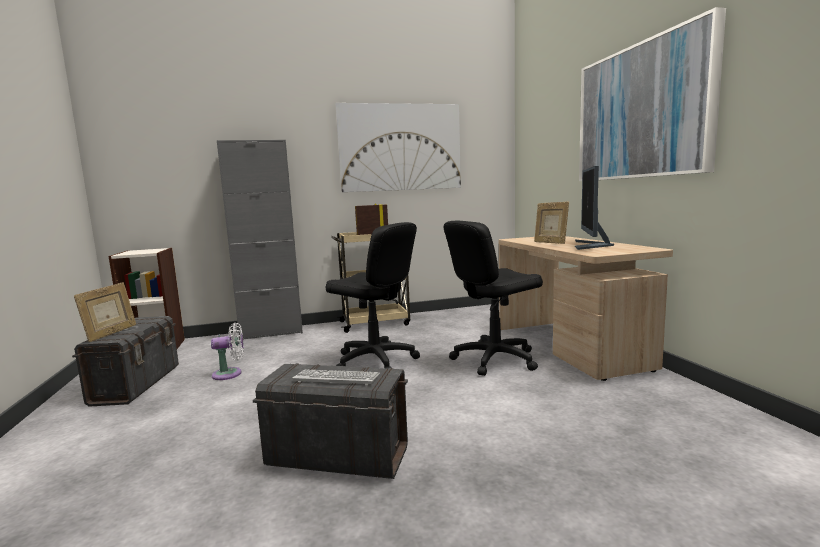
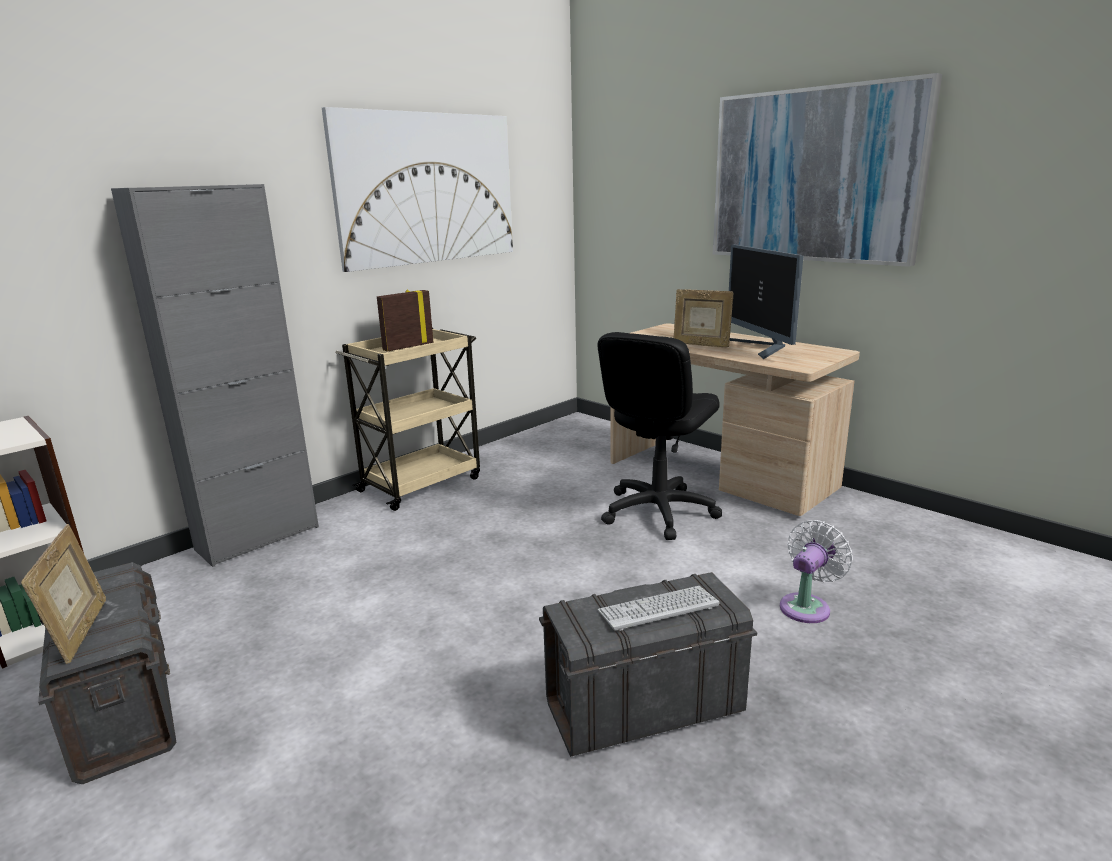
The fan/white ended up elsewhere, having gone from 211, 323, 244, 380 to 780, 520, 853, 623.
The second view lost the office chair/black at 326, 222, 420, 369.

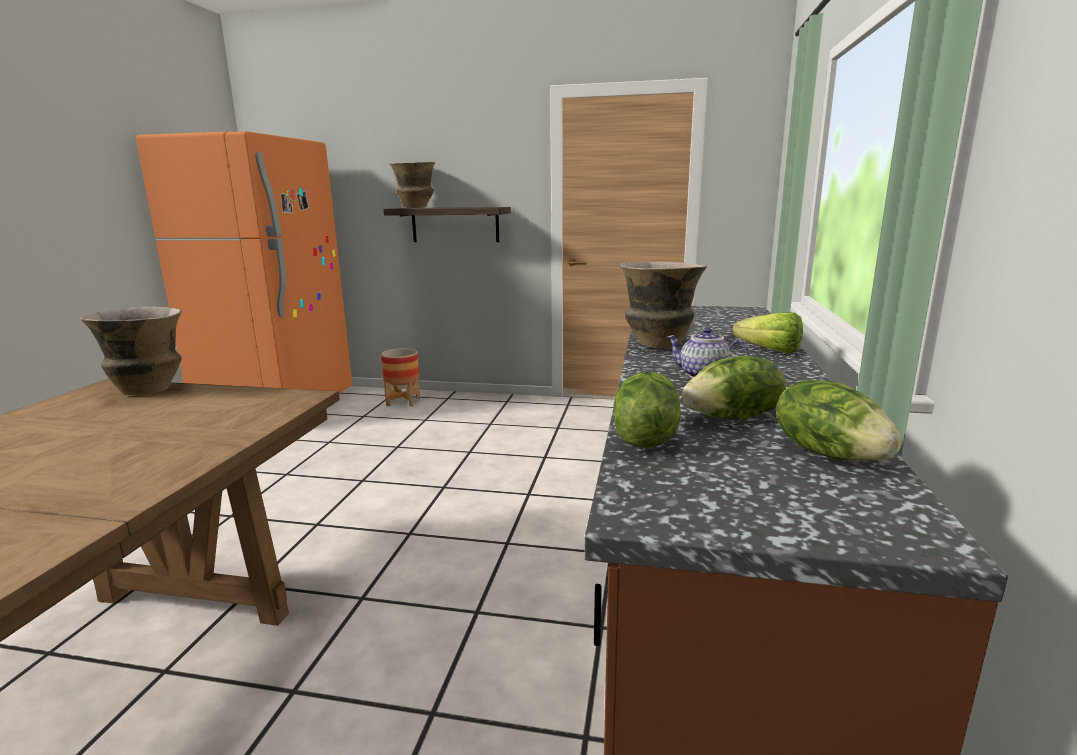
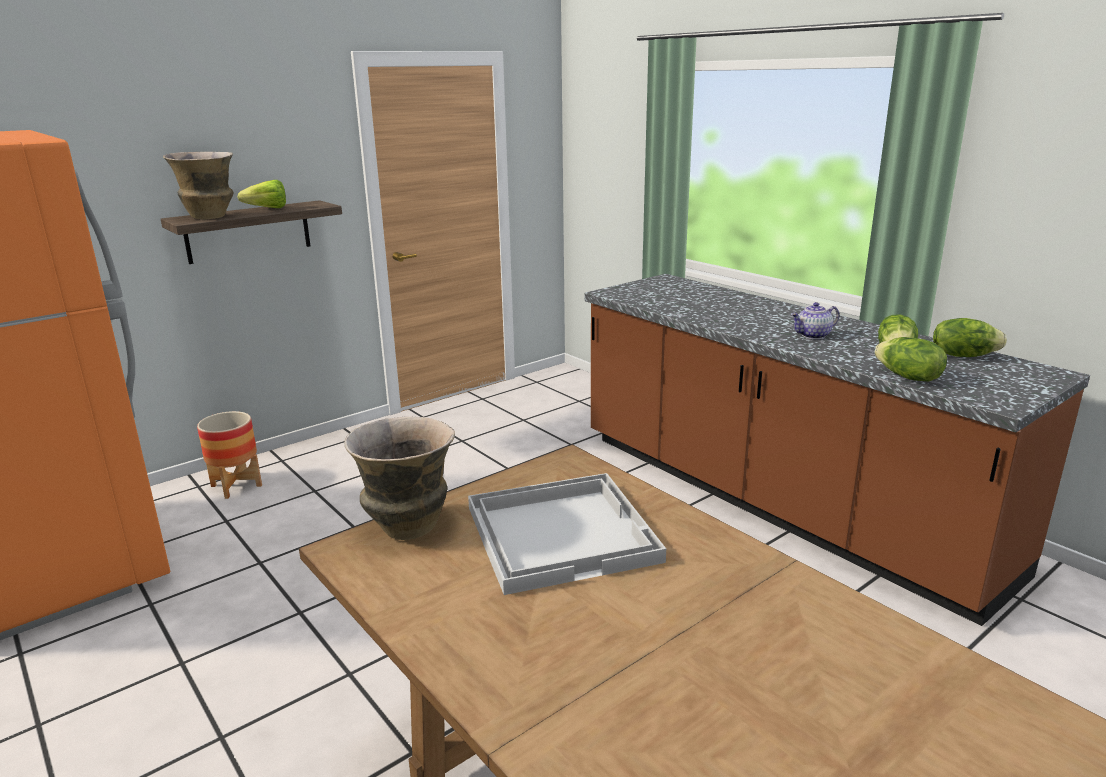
The lettuce ended up elsewhere, having gone from 732, 312, 803, 354 to 238, 180, 286, 208.
The second view gained the tray/white at 468, 473, 666, 595.
The second view lost the vase at 620, 262, 707, 348.

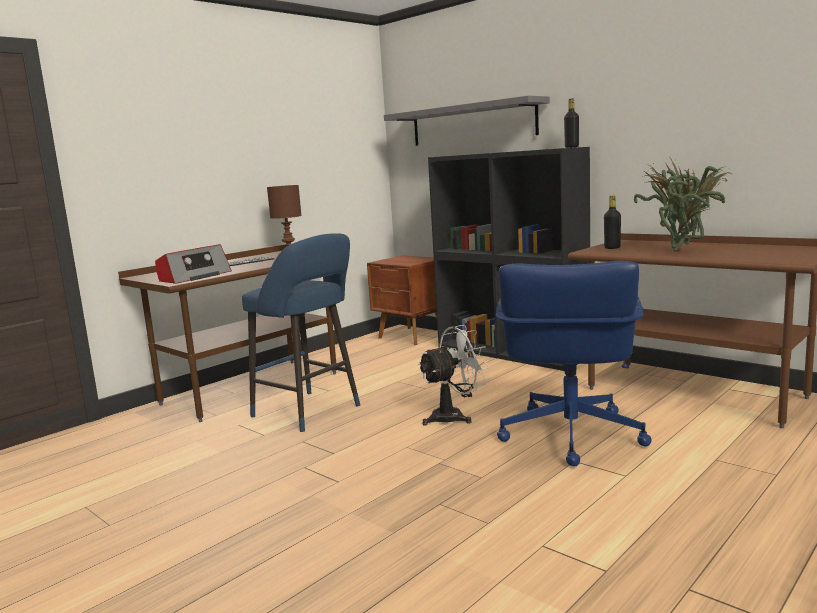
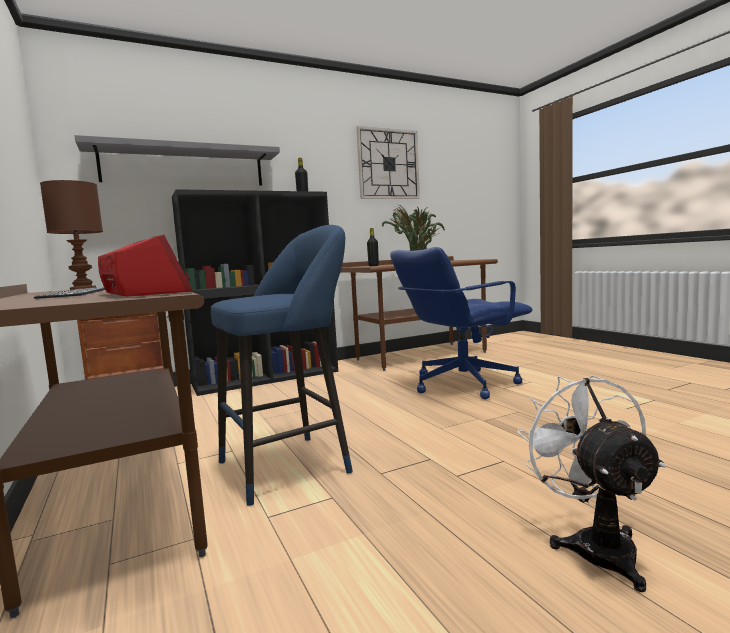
The second view gained the wall clock at 356, 126, 420, 199.
The office chair/blue at 496, 261, 652, 466 ended up facing another way, 120 degrees clockwise from before.
The fan/white ended up elsewhere, having gone from 418, 325, 490, 426 to 517, 375, 666, 592.

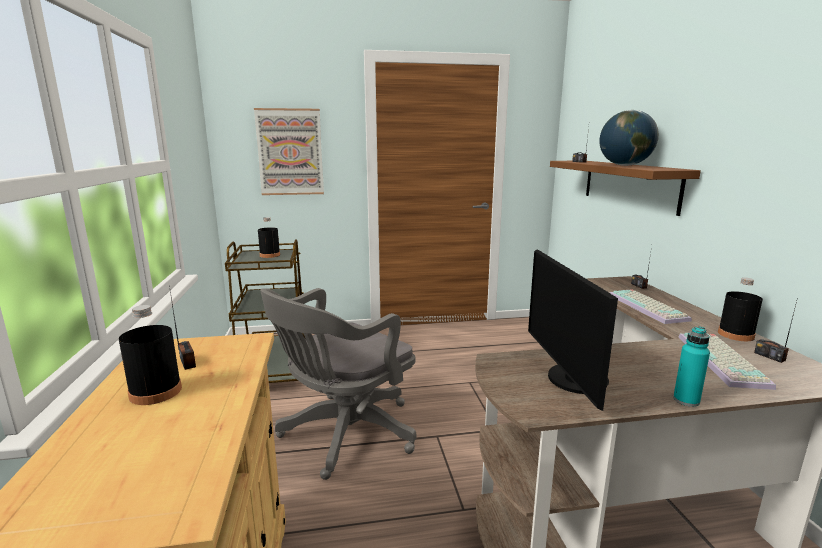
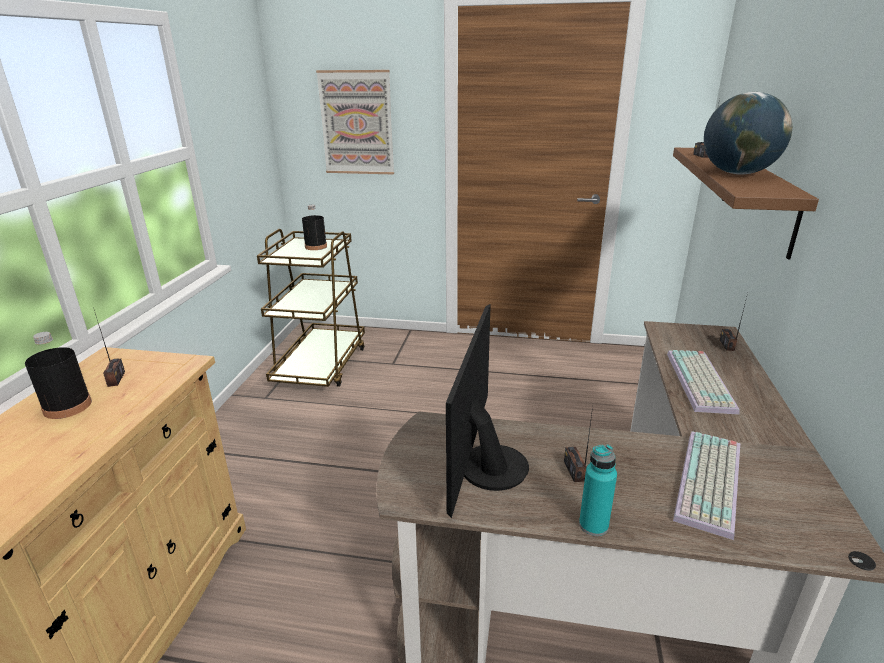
The radio ended up elsewhere, having gone from 754, 297, 798, 363 to 564, 407, 593, 482.
The second view lost the office chair/grey at 260, 288, 417, 480.
The second view lost the bottle/black at 718, 278, 763, 341.

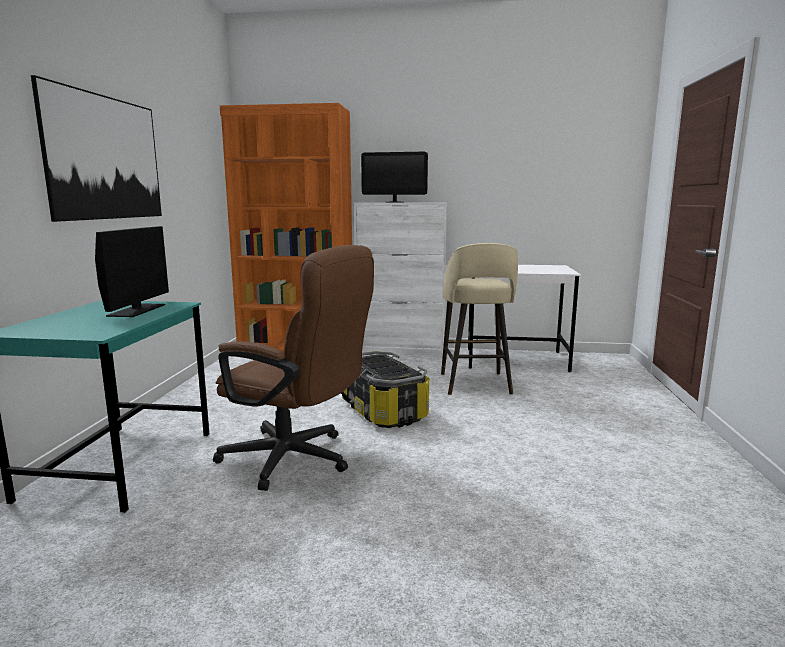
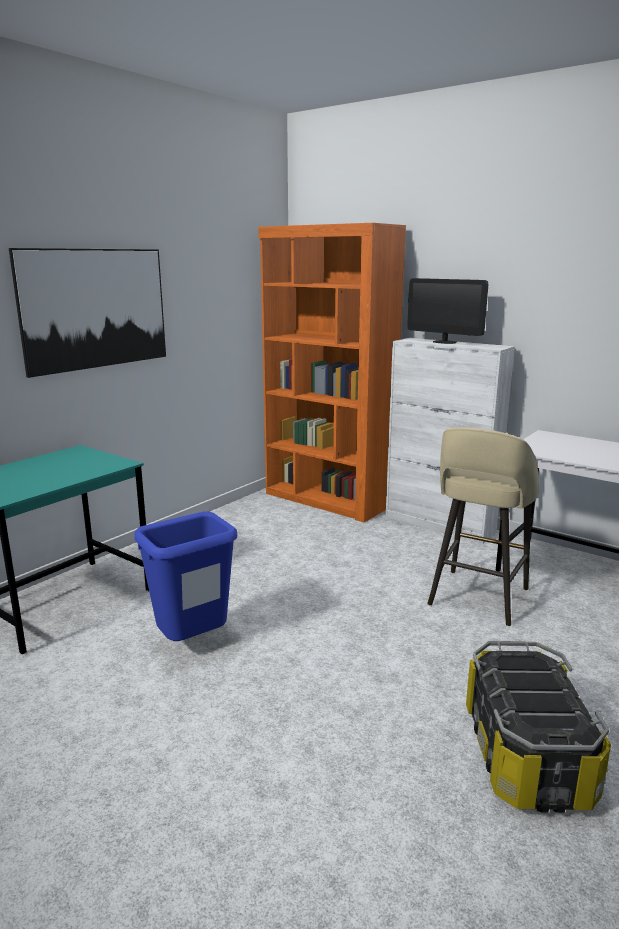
Where the office chair/brown stood at 213, 245, 374, 491, the trash can/blue came to stand at 134, 511, 237, 641.
The storage box ended up elsewhere, having gone from 342, 351, 429, 428 to 466, 641, 611, 813.
The second view lost the monitor at 95, 226, 169, 317.

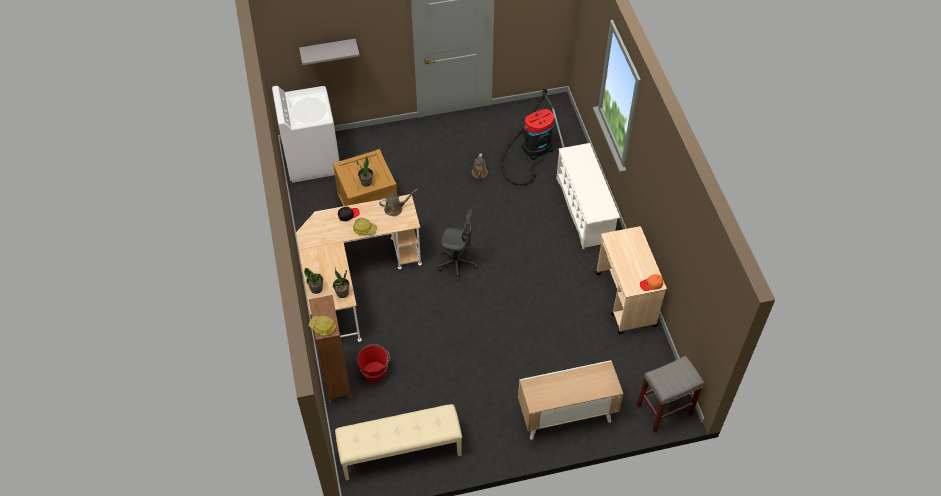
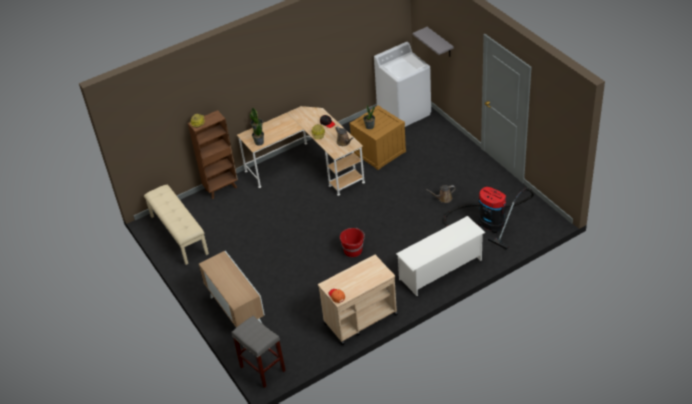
The bucket/red ended up elsewhere, having gone from 357, 344, 390, 382 to 340, 228, 365, 257.
The second view lost the office chair/grey at 438, 209, 477, 280.

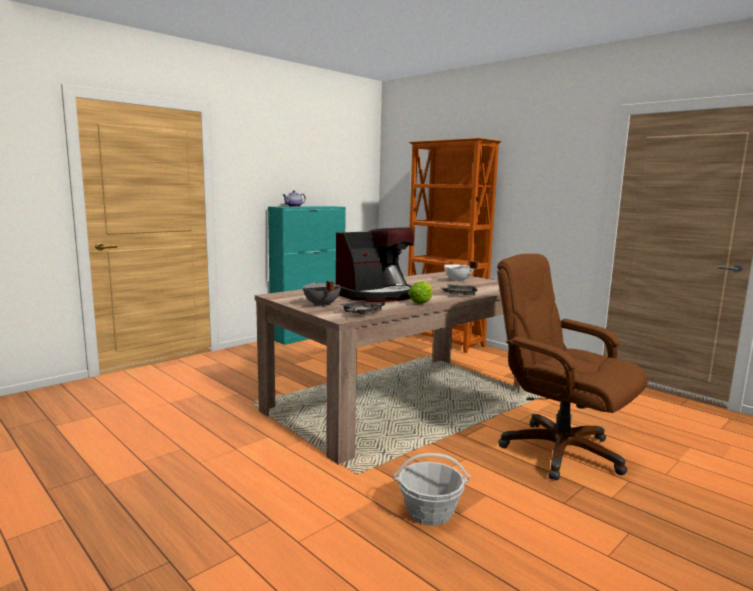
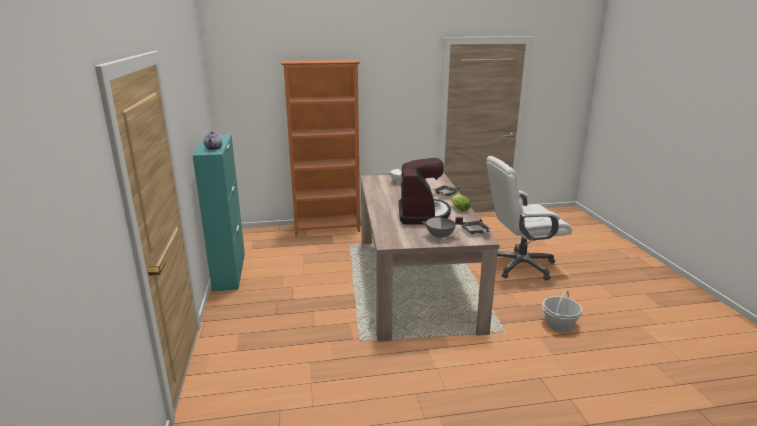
What was the office chair/brown at 497, 254, 648, 480 turned into the office chair/white at 486, 156, 572, 280.

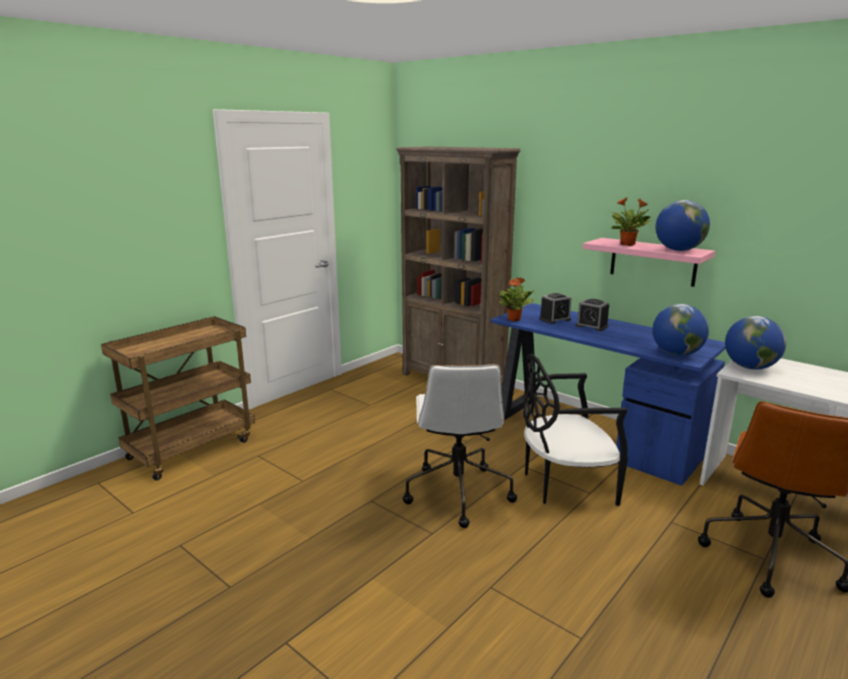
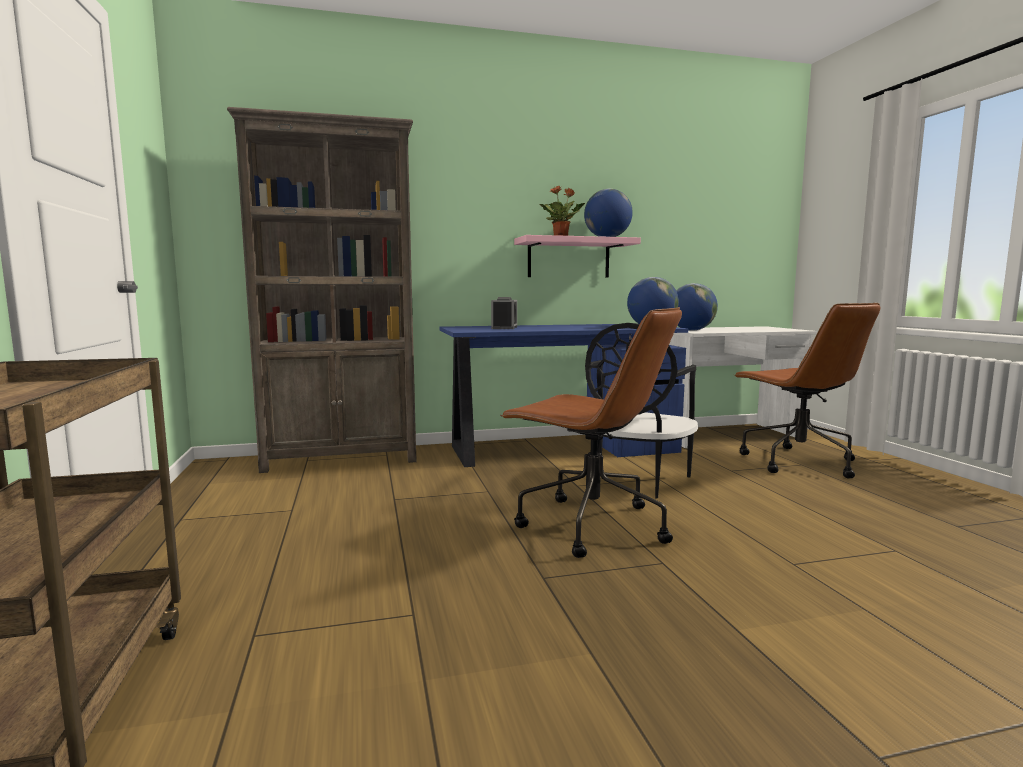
What was the office chair/white at 403, 364, 517, 528 turned into the office chair/brown at 500, 307, 682, 558.
The second view lost the potted plant at 499, 277, 535, 321.
The second view lost the alarm clock at 575, 299, 609, 331.

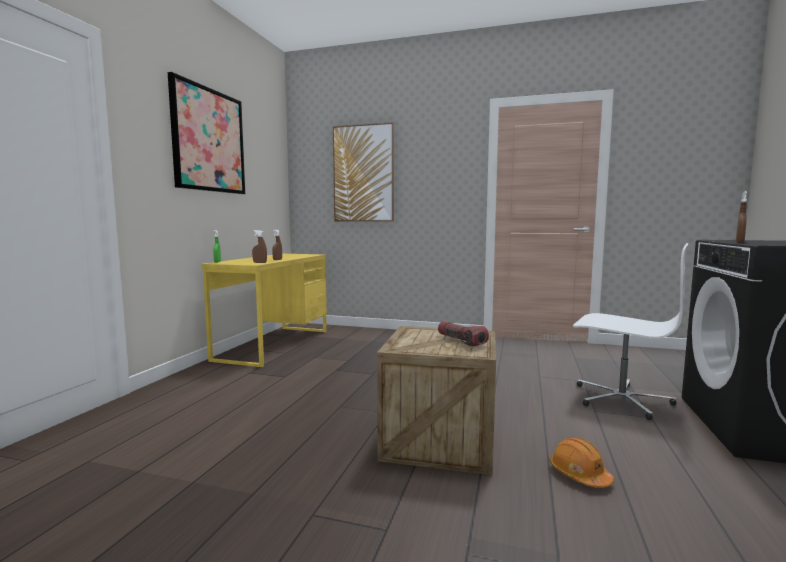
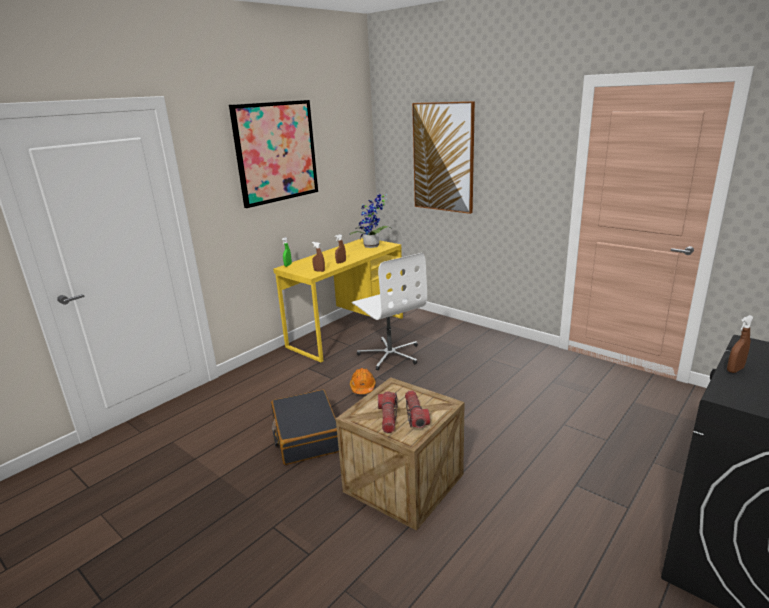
The second view gained the suitcase/black at 271, 390, 339, 465.
The second view gained the potted plant at 349, 194, 393, 248.
The hard hat/orange ended up elsewhere, having gone from 550, 438, 614, 488 to 350, 368, 376, 394.
The office chair/white ended up elsewhere, having gone from 573, 243, 688, 420 to 352, 253, 427, 370.
The second view gained the flashlight at 378, 391, 397, 433.

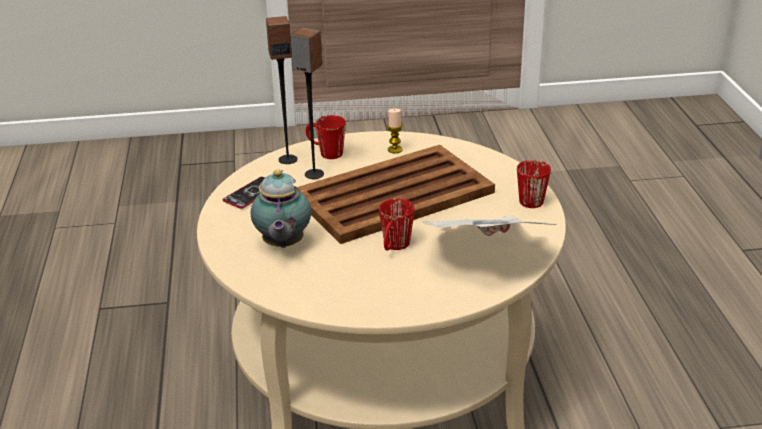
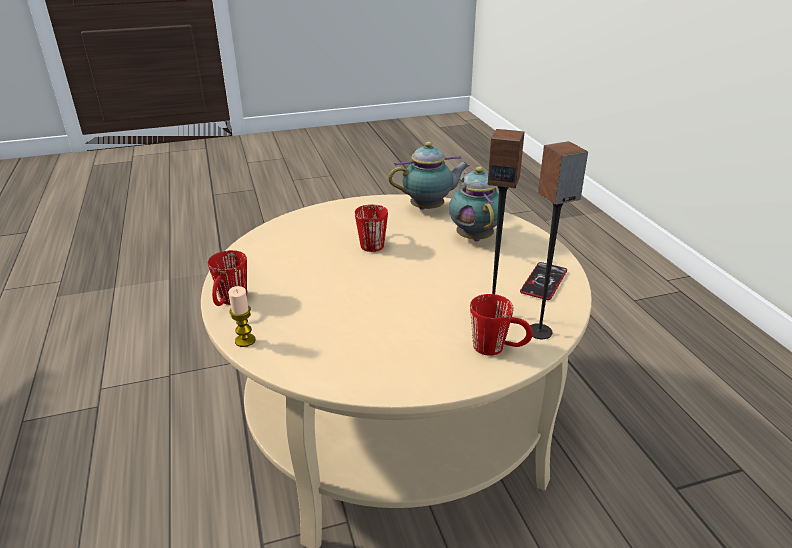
The candle ended up elsewhere, having gone from 387, 108, 403, 154 to 228, 286, 255, 347.
The second view gained the teapot at 388, 141, 470, 210.
The second view lost the tray/brown at 297, 145, 495, 244.
The second view lost the newspaper at 423, 217, 556, 236.

